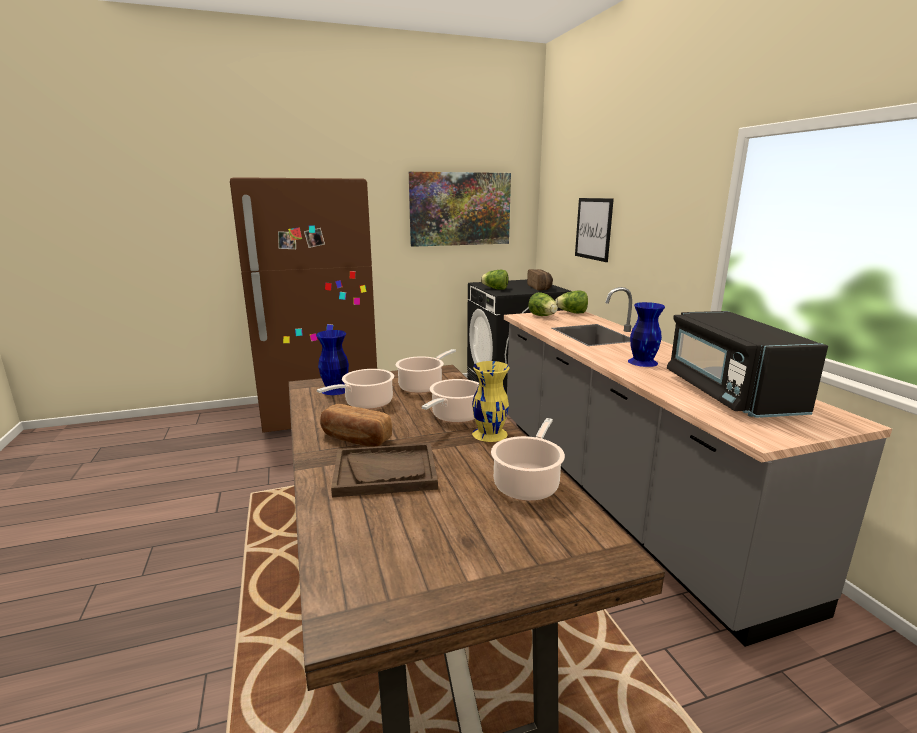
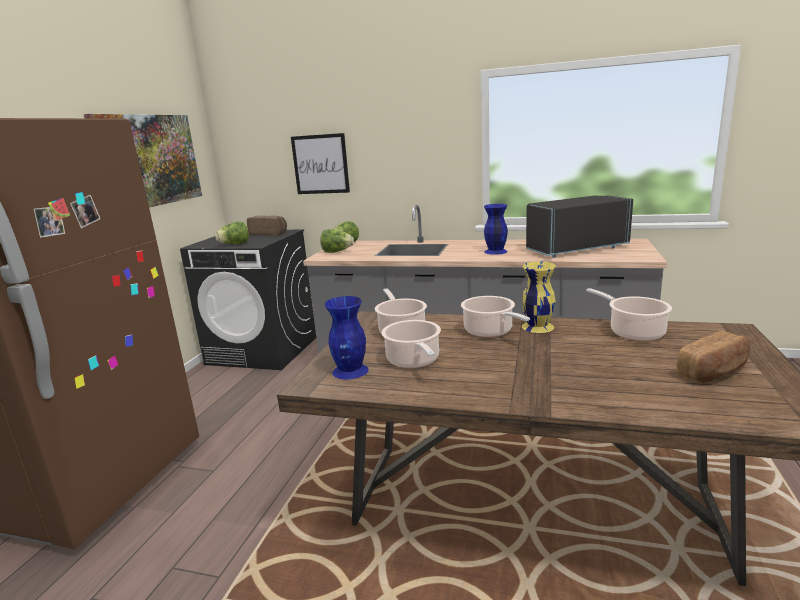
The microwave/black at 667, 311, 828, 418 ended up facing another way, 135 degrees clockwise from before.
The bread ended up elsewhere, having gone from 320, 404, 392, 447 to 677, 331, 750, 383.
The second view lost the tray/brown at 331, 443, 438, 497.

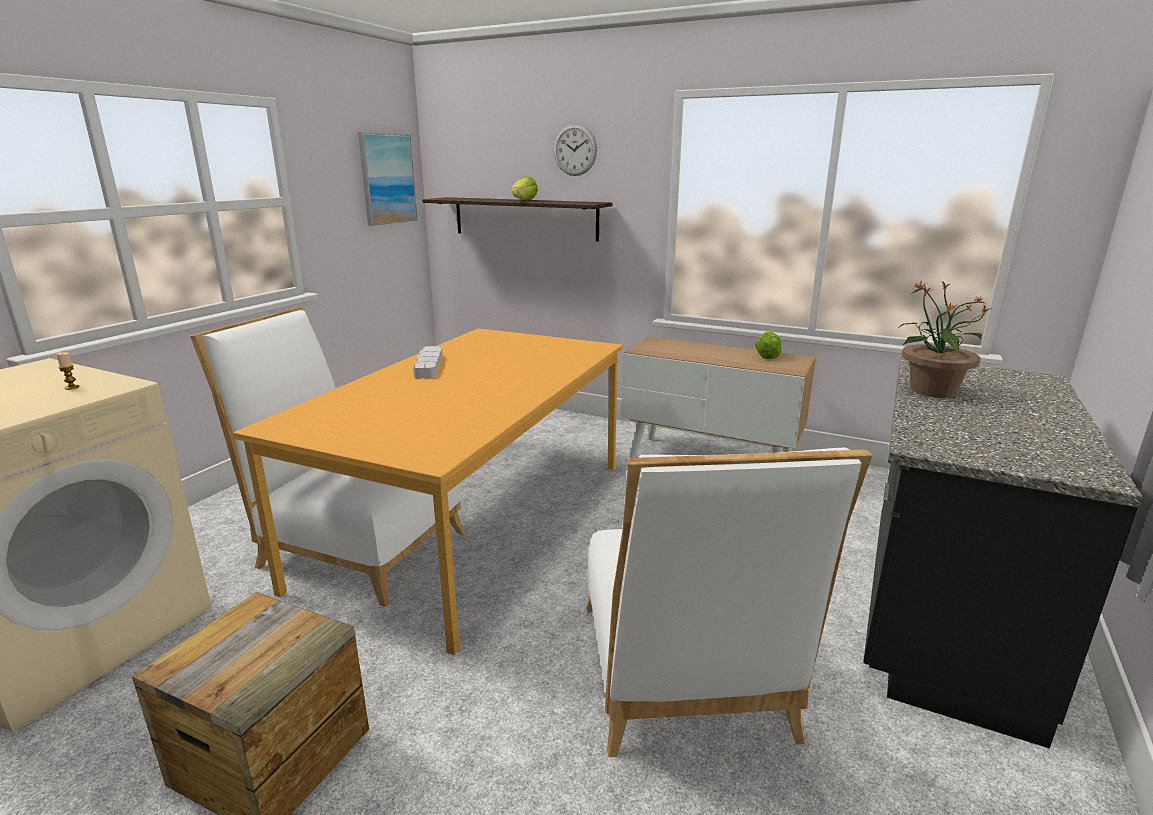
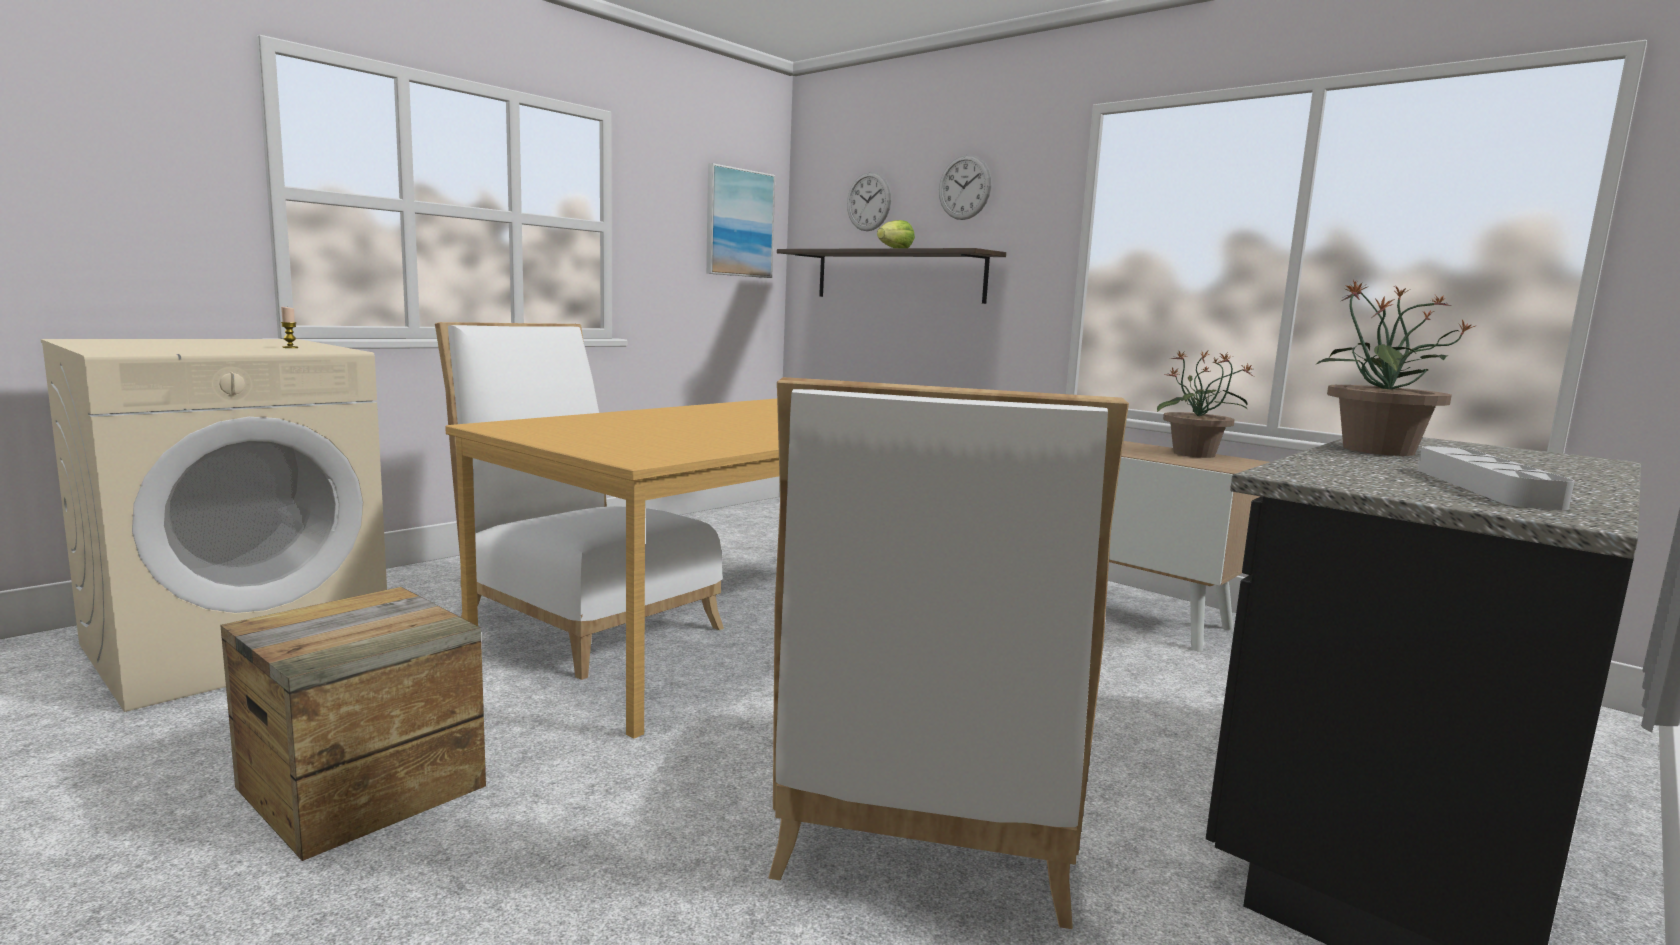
The second view gained the wall clock at 847, 172, 891, 231.
Where the lettuce stood at 755, 331, 781, 359, the potted plant came to stand at 1157, 350, 1253, 458.
The tray/grey ended up elsewhere, having gone from 413, 346, 443, 378 to 1418, 446, 1575, 510.

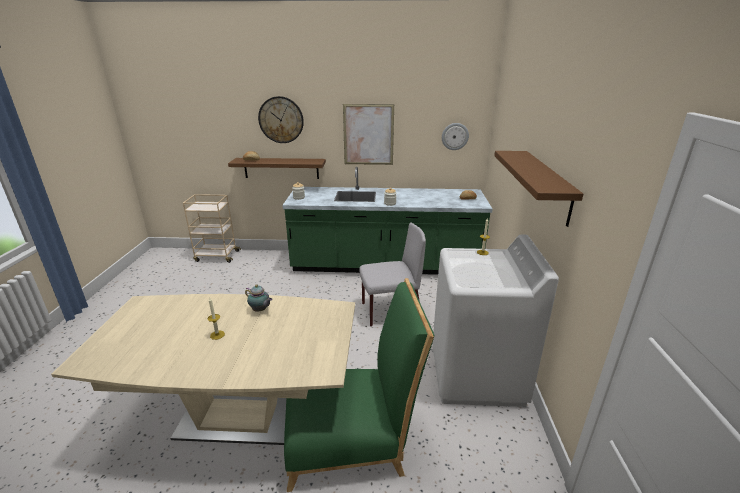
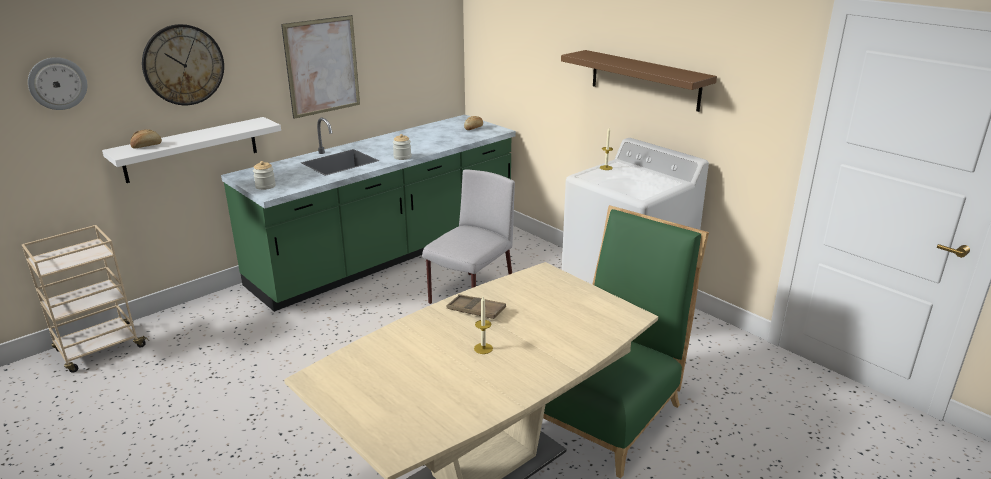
The wall clock ended up elsewhere, having gone from 442, 123, 469, 150 to 28, 57, 87, 110.
What was the shelf/brown at 228, 158, 326, 179 turned into the shelf/white at 102, 117, 281, 183.
Where the teapot stood at 245, 285, 273, 312, the tray/brown came to stand at 446, 294, 506, 319.

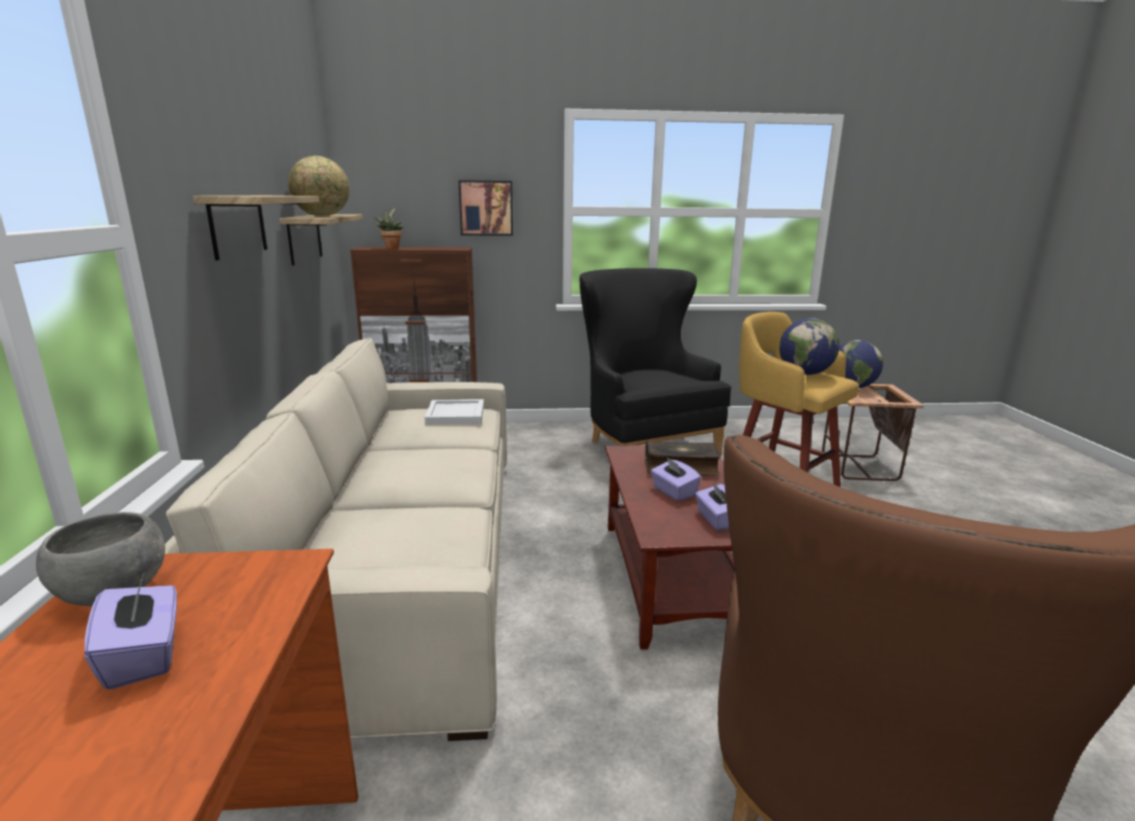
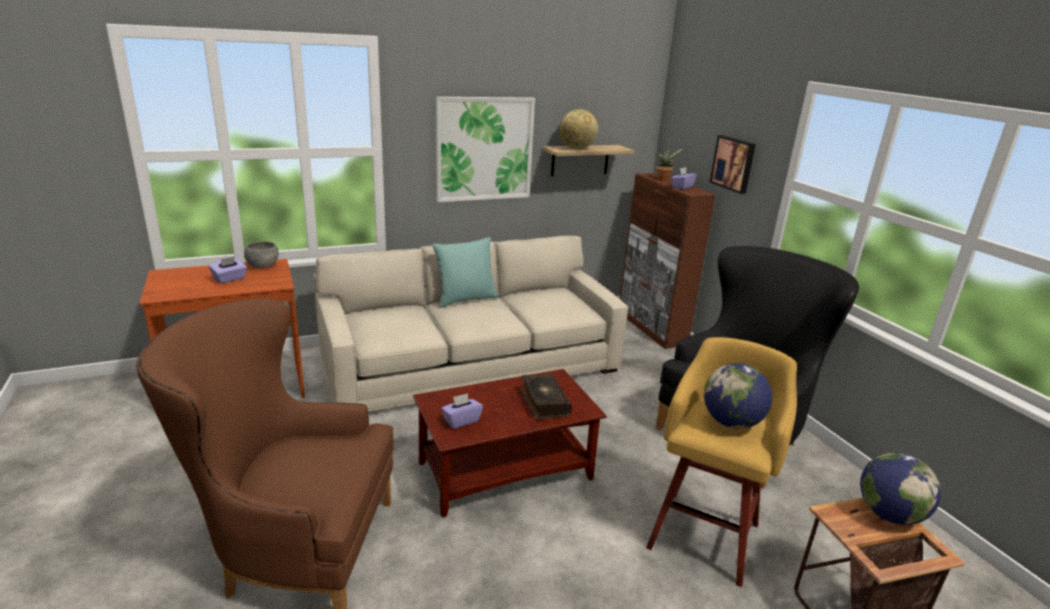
The second view gained the pillow/turquoise at 432, 237, 498, 308.
Where the shelf hung at 193, 195, 319, 260, the picture came to hang at 436, 97, 535, 202.
The tissue box/purple ended up elsewhere, having gone from 651, 457, 701, 501 to 671, 167, 697, 189.
The second view lost the tray/white at 425, 399, 484, 425.

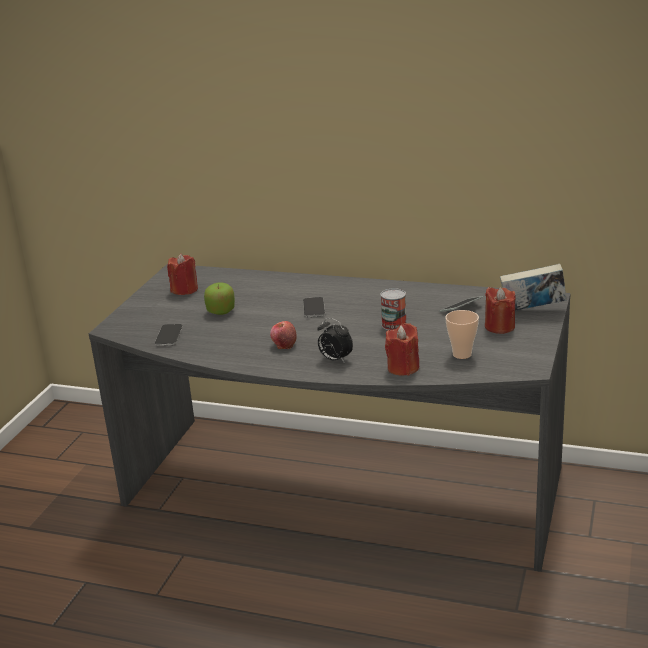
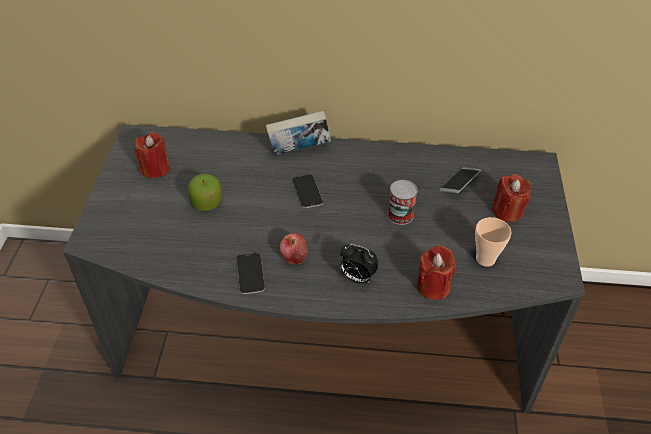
The phone ended up elsewhere, having gone from 155, 324, 183, 346 to 237, 253, 265, 294.
The book ended up elsewhere, having gone from 500, 264, 567, 311 to 266, 110, 331, 155.

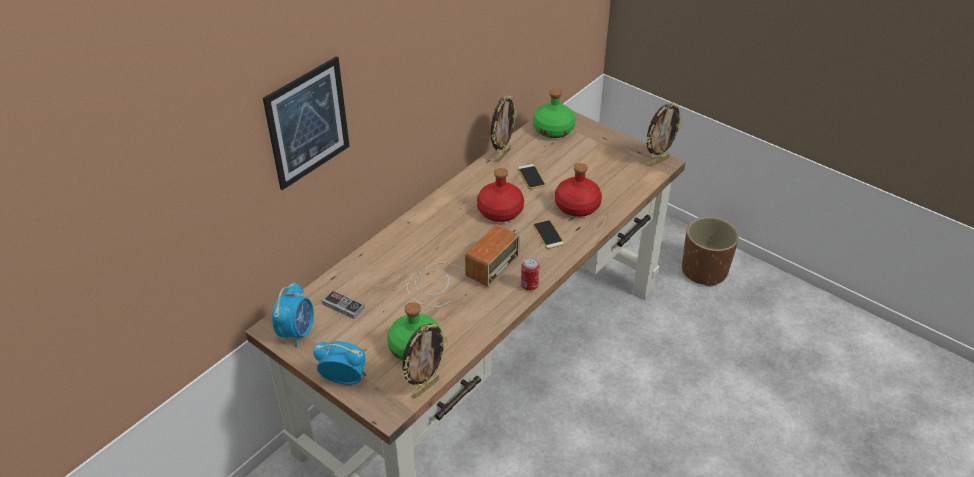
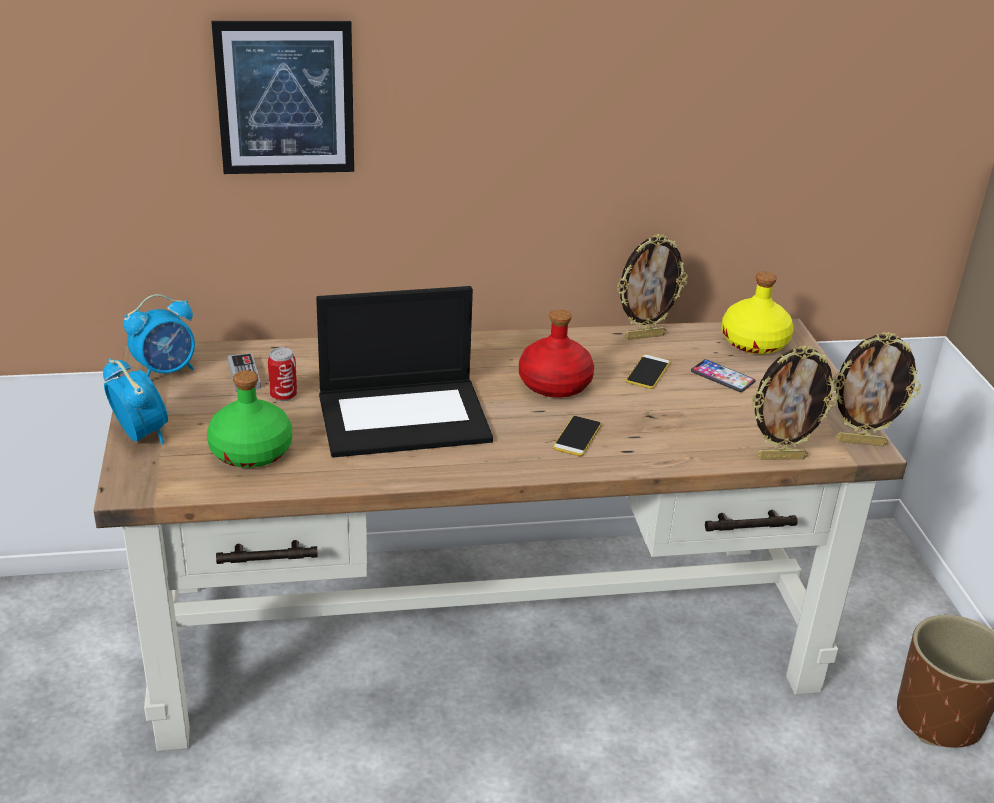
The can ended up elsewhere, having gone from 521, 257, 540, 291 to 268, 347, 297, 401.
Where the radio stood at 407, 224, 520, 307, the laptop came to stand at 316, 286, 493, 458.
The second view gained the phone at 691, 359, 755, 392.
What was the bottle/green at 533, 88, 575, 138 turned into the bottle/yellow at 722, 272, 793, 354.
The picture frame ended up elsewhere, having gone from 401, 323, 448, 398 to 751, 345, 838, 460.
The second view lost the bottle/red at 555, 163, 602, 217.

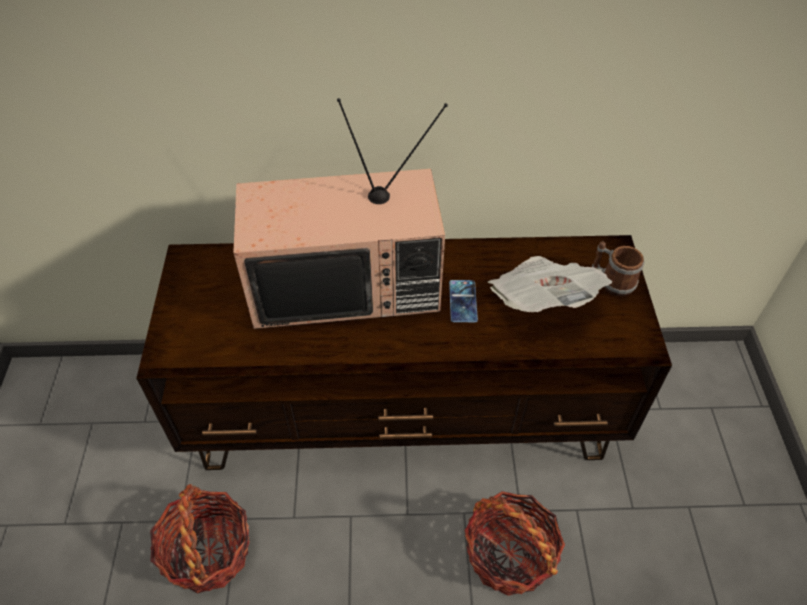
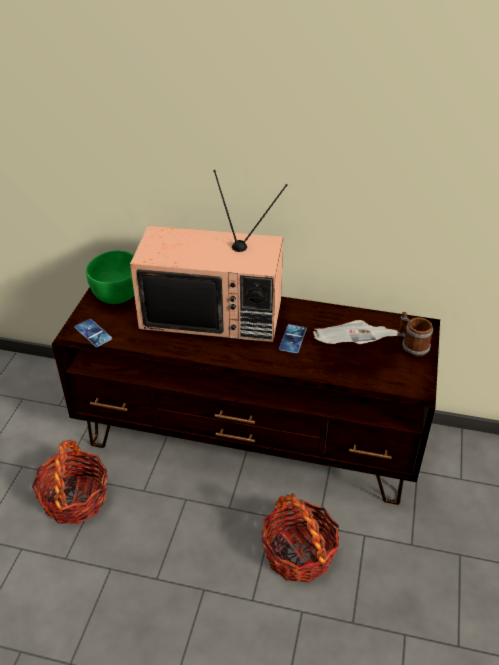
The second view gained the phone at 75, 319, 112, 347.
The second view gained the bowl/green at 86, 250, 134, 304.

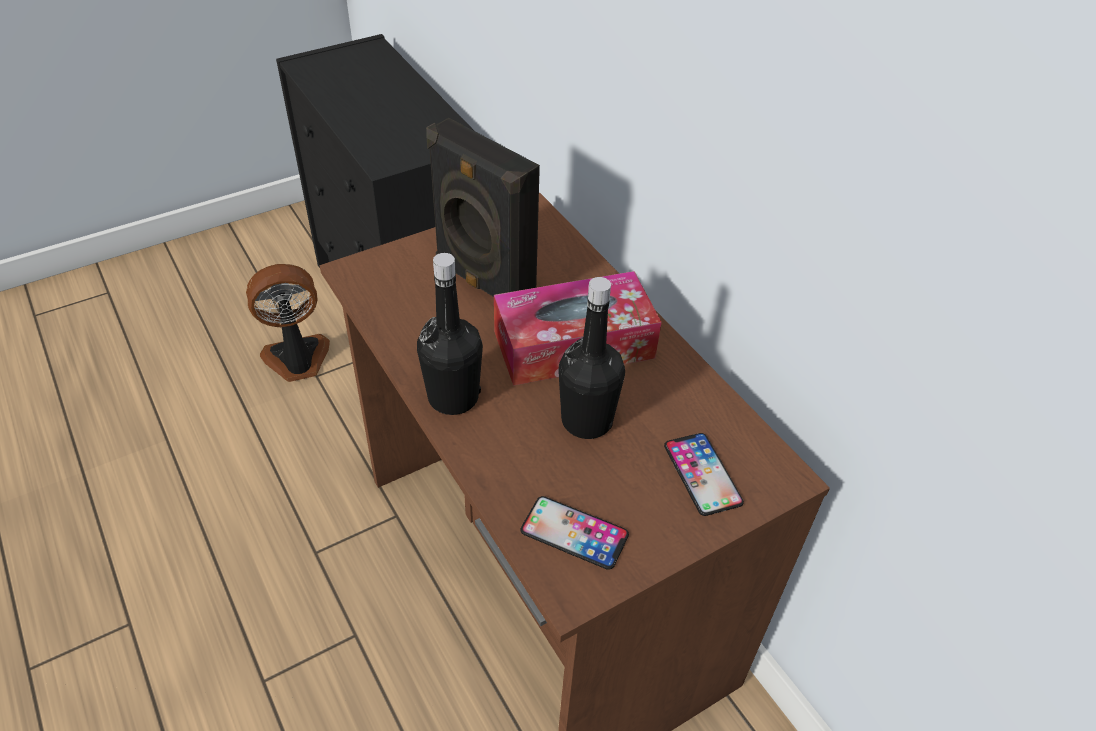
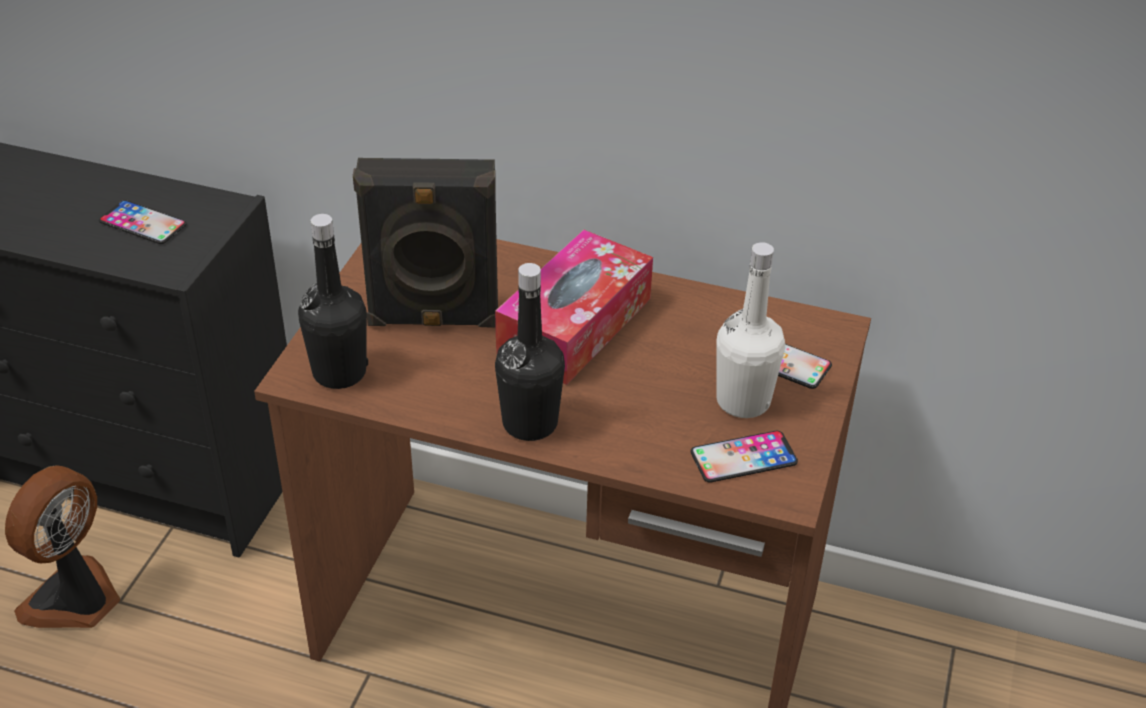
The second view gained the phone at 99, 200, 187, 244.
The bottle/black ended up elsewhere, having gone from 558, 277, 625, 439 to 298, 214, 368, 389.
The second view gained the bottle/white at 716, 242, 785, 418.

